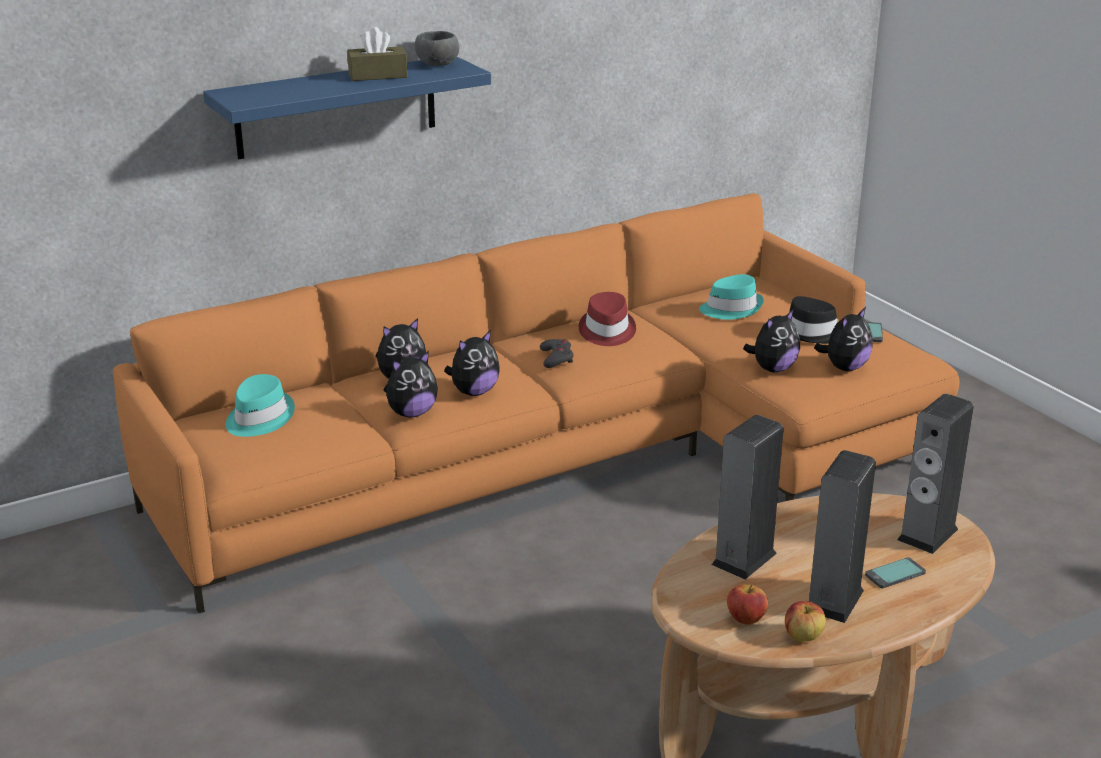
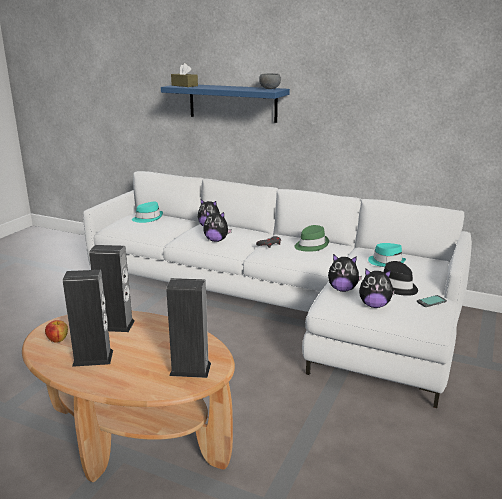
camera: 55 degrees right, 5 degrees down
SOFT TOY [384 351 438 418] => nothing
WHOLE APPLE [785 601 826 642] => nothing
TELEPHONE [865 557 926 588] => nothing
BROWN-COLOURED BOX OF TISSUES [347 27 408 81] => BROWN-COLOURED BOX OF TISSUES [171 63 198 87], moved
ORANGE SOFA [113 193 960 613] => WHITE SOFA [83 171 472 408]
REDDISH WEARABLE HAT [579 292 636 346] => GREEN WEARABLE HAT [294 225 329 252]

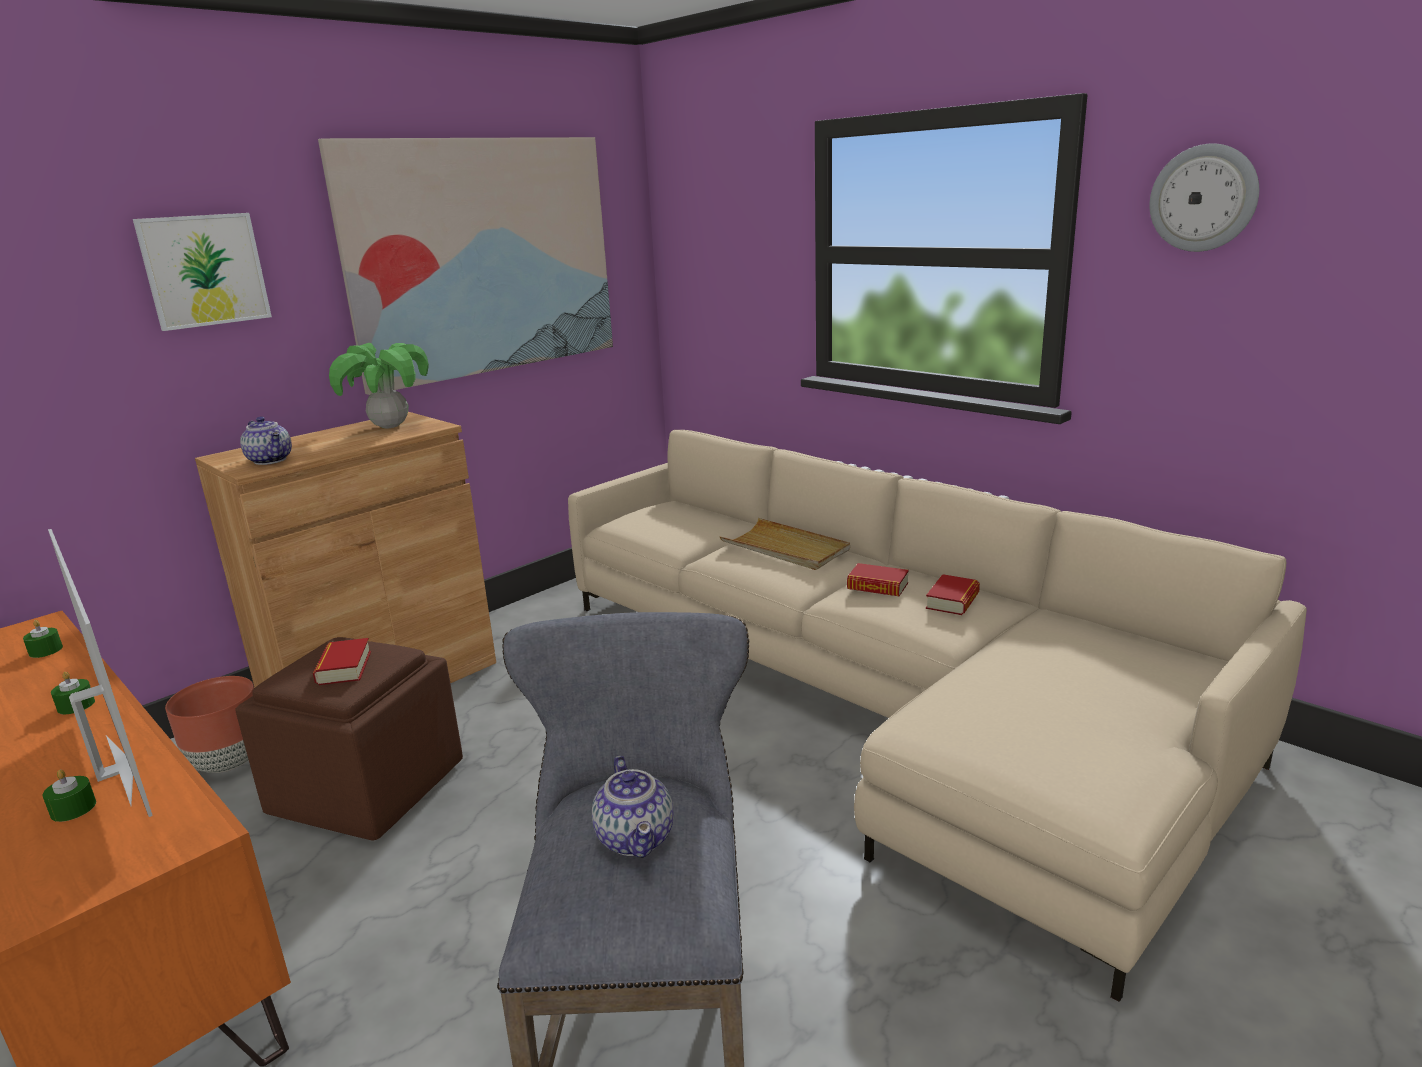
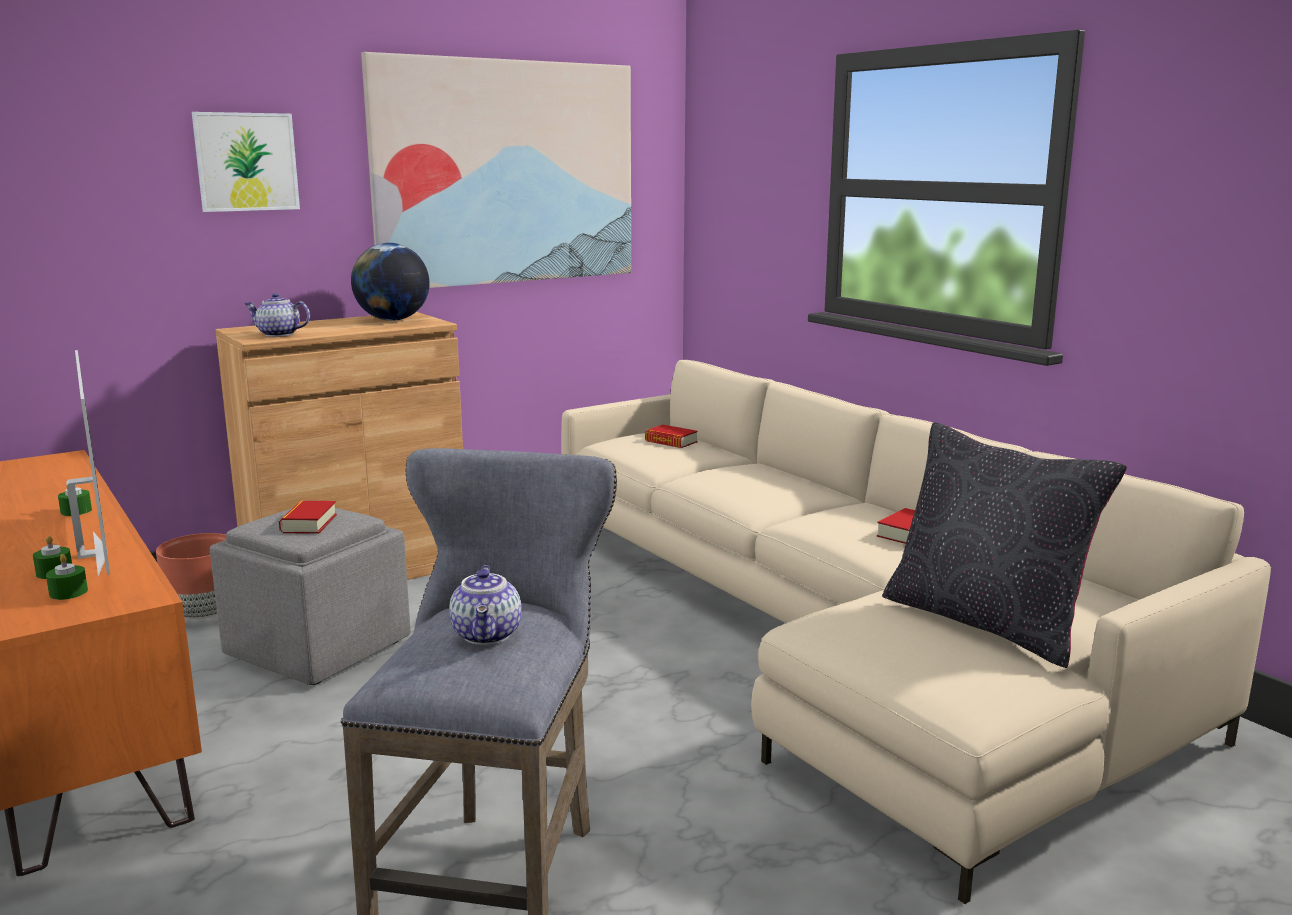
camera: 10 degrees right, 5 degrees down
BEIGE-COLOURED SERVING TRAY [720 518 850 570] => nothing
WALL CLOCK [1149 144 1259 252] => nothing
nothing => BLACK-COLOURED THROW PILLOW [882 422 1127 668]
GREEN WAX CANDLE [23 620 63 658] => GREEN WAX CANDLE [46 554 88 600], moved
VOLUME [847 563 909 596] => VOLUME [645 425 698 448], moved
HOUSEPLANT [329 343 429 428] => DESK GLOBE [351 243 429 321]
BROWN-COLOURED FOOTREST [236 637 463 841] => GREYISH FOOTREST [210 508 411 685]
POT FOR TEA [240 417 292 465] => POT FOR TEA [244 293 310 337], 135 degrees clockwise

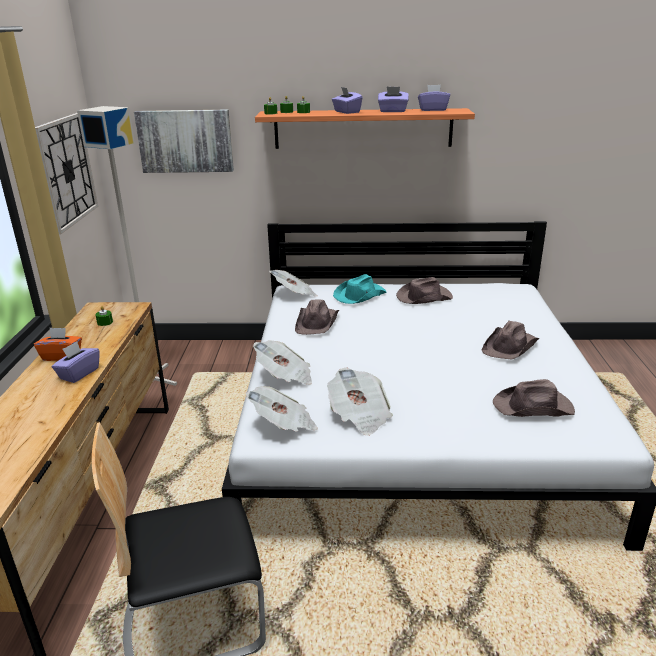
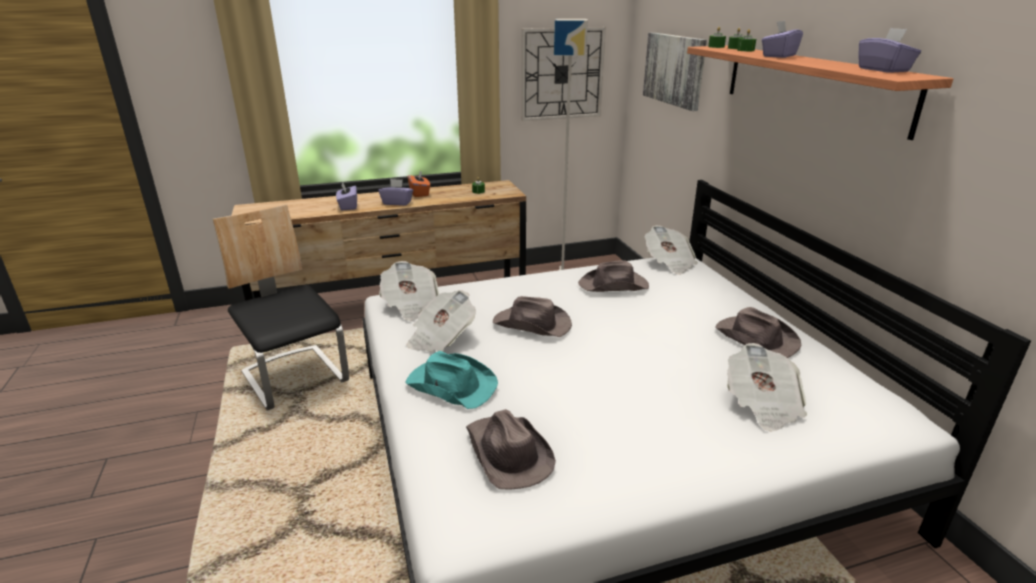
camera: 70 degrees right, 0 degrees up
DAILY PAPER [253 340 312 385] => DAILY PAPER [727 343 807 432], moved
TURQUOISE-COLOURED WEARABLE HAT [333 274 387 304] => TURQUOISE-COLOURED WEARABLE HAT [405 351 498 409], moved
PURPLE-COLOURED BOX OF TISSUES [378 87 409 112] => PURPLE-COLOURED BOX OF TISSUES [336 181 357 210], moved
BROWN-COLOURED WEARABLE HAT [482 321 539 360] => BROWN-COLOURED WEARABLE HAT [493 296 572 337], moved

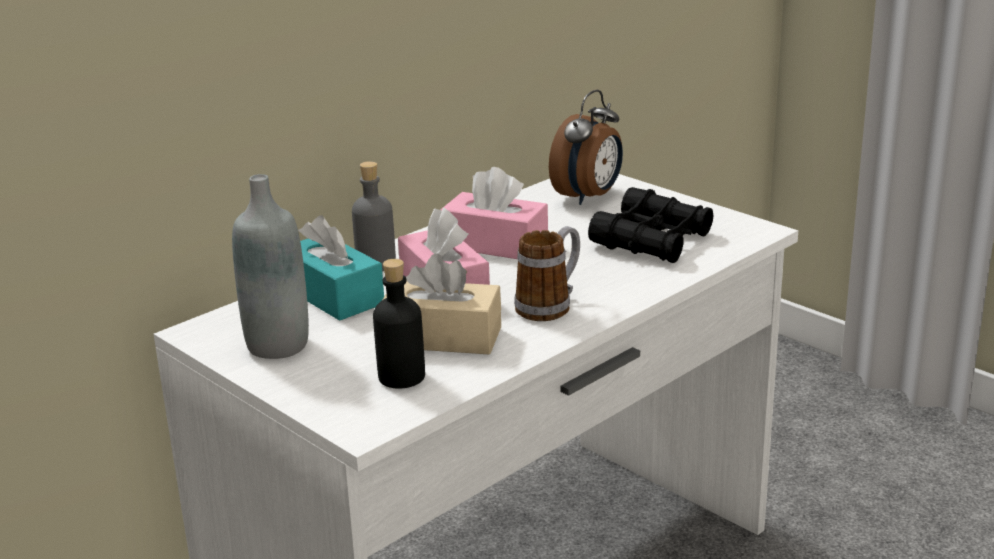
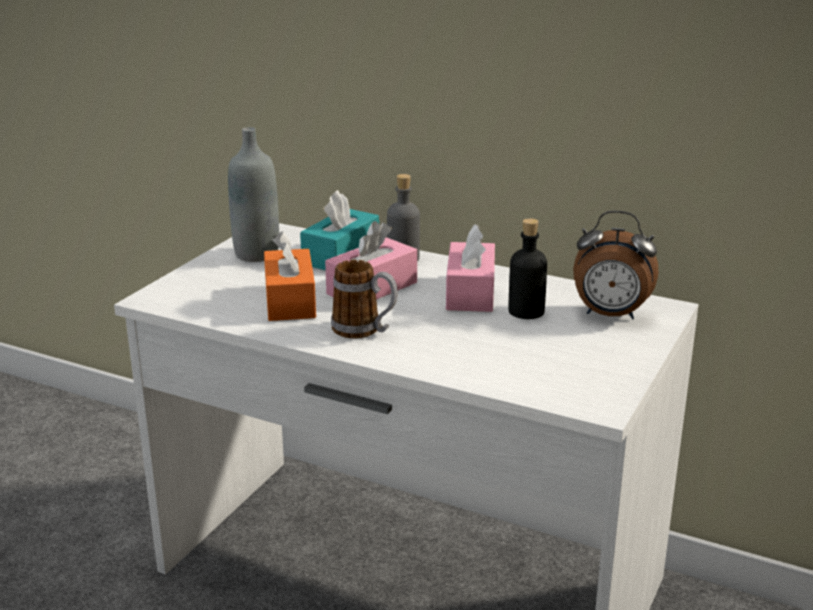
camera: 70 degrees right, 0 degrees up
BLACK-COLOURED FIELD GLASSES [588 187 713 263] => nothing
BLACK-COLOURED DRINK BOTTLE [373 259 425 389] => BLACK-COLOURED DRINK BOTTLE [509 218 547 319], moved
BEIGE-COLOURED BOX OF TISSUES [383 254 501 354] => ORANGE BOX OF TISSUES [264 231 316 321]

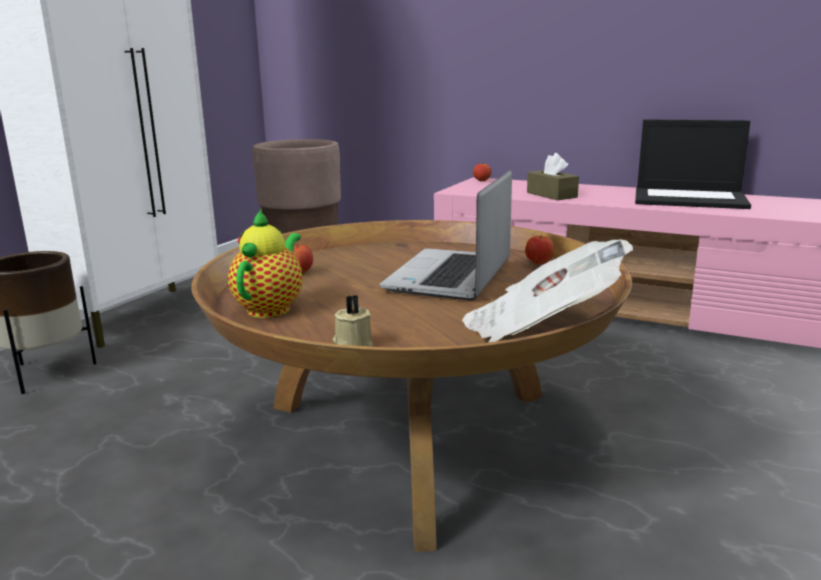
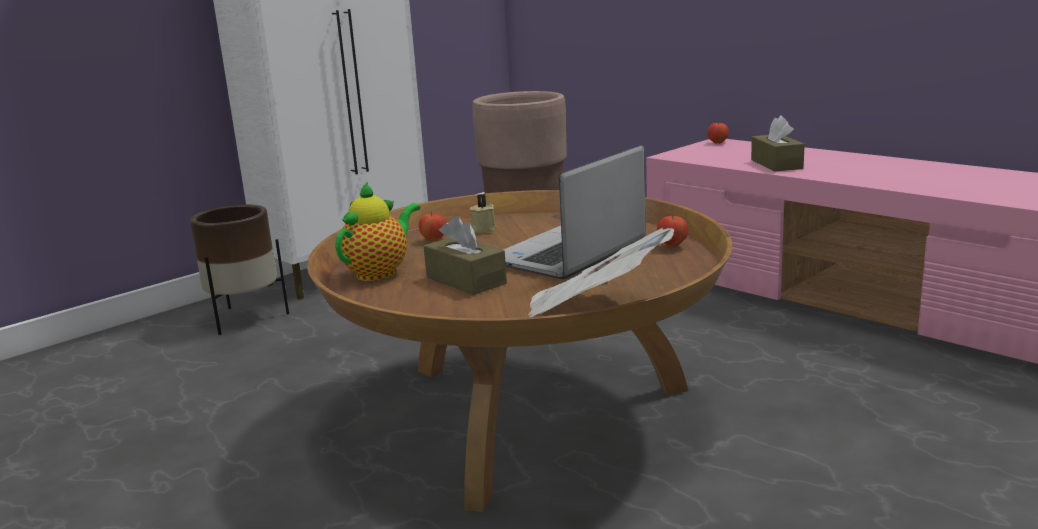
camera: 20 degrees right, 0 degrees up
PORTABLE COMPUTER [635 119 751 209] => nothing
nothing => BROWN-COLOURED BOX OF TISSUES [424 216 507 295]
BEIGE-COLOURED WAX CANDLE [333 295 373 347] => BEIGE-COLOURED WAX CANDLE [470 194 497 233], moved

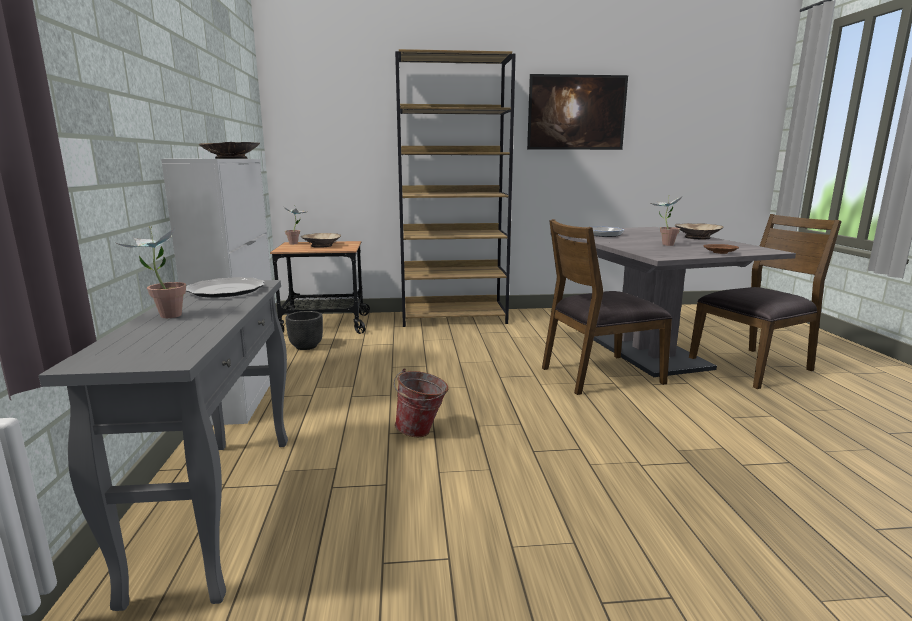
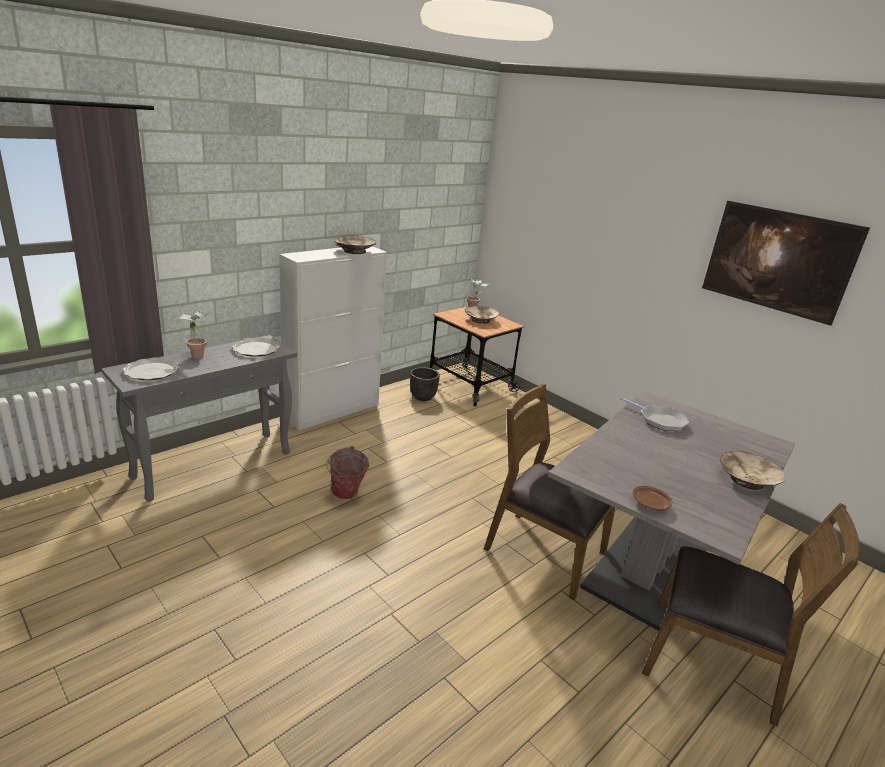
camera: 50 degrees right, 10 degrees up
BROWN-COLOURED SHELVING UNIT [395 49 516 327] => nothing
HOUSEPLANT [651 196 682 246] => nothing
nothing => FLAT DISH [123 358 180 380]

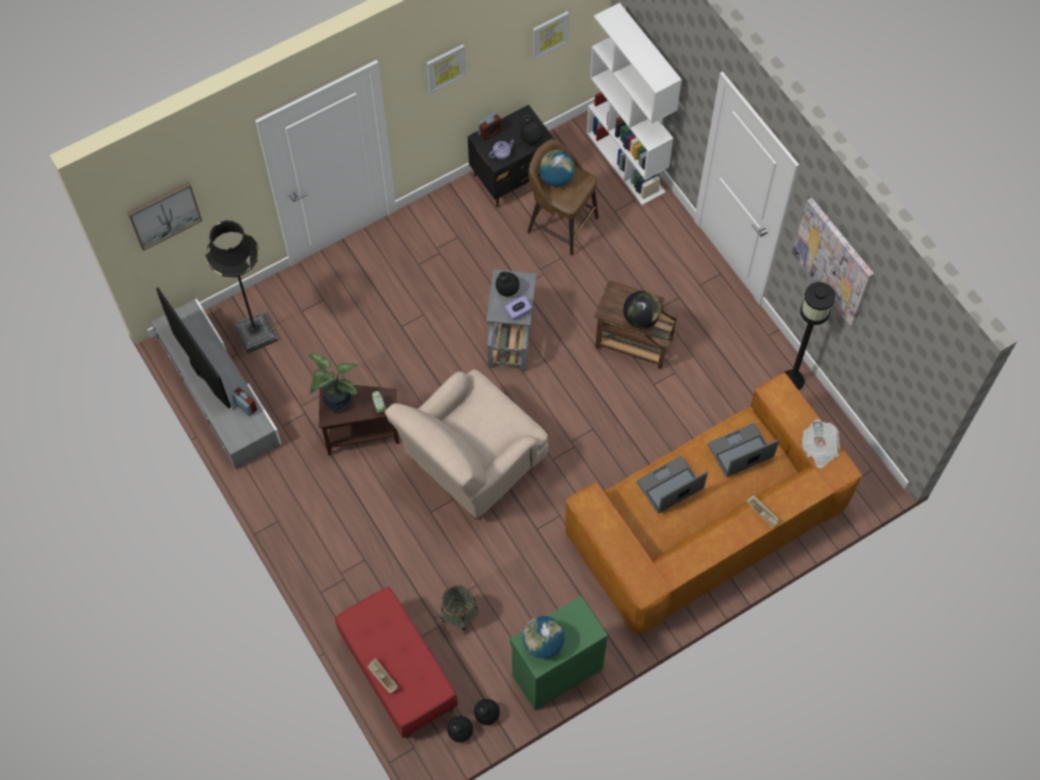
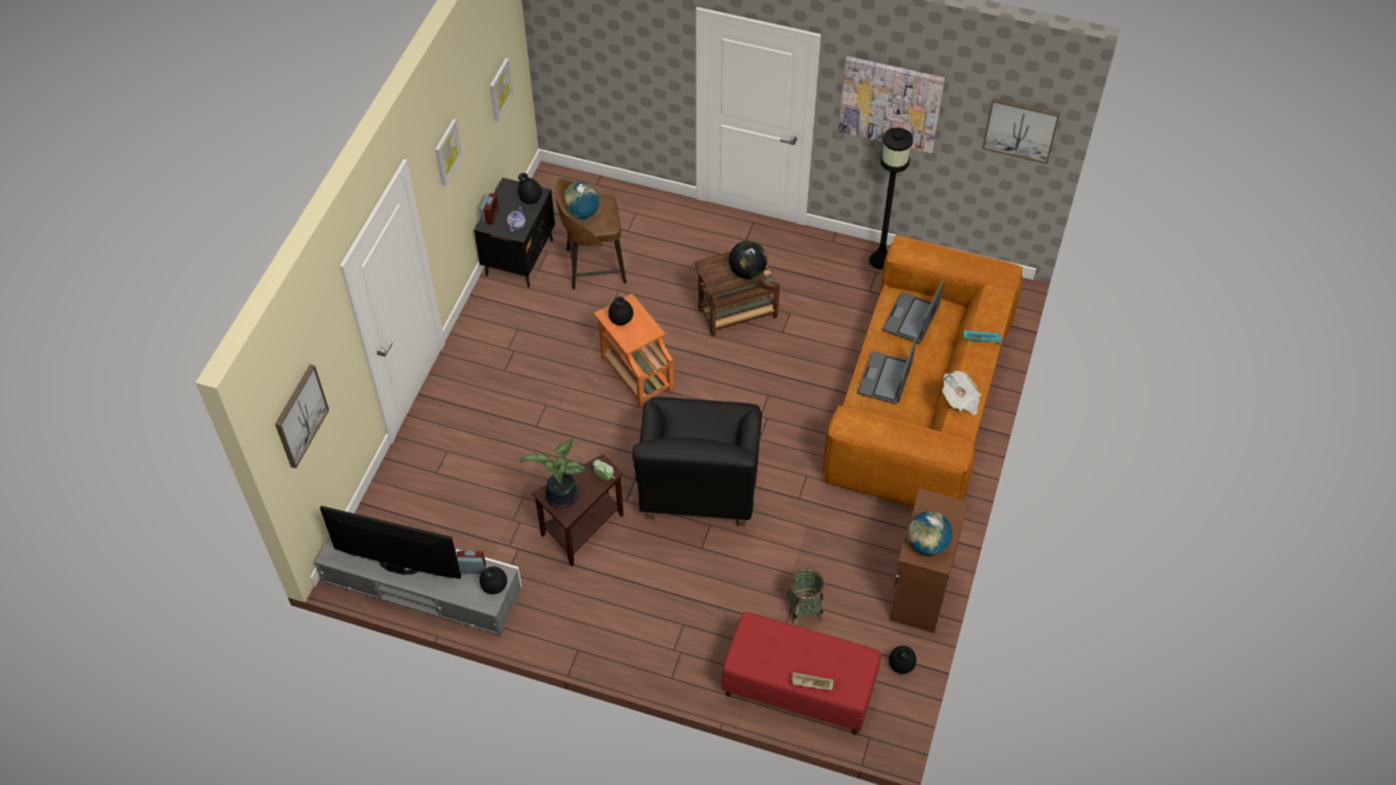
camera: 40 degrees left, 10 degrees down
BLACK-COLOURED STANDARD LAMP [205 220 279 354] => nothing
PURPLE-COLOURED BOX OF TISSUES [505 296 532 320] => nothing
WHITE SHELVING UNIT [587 3 682 205] => nothing
nothing => PICTURE [982 98 1060 164]
BLACK-COLOURED DECORATIVE VASE [447 716 473 742] => BLACK-COLOURED DECORATIVE VASE [480 566 507 594], moved
DAILY PAPER [802 419 840 468] => DAILY PAPER [942 371 981 415], moved
BEIGE-COLOURED EASY CHAIR [385 370 548 520] => BLACK-COLOURED EASY CHAIR [632 397 762 526]
GREYISH END TABLE [486 269 537 371] => ORANGE END TABLE [594 294 673 408]
GREEN CUPBOARD [510 596 608 711] => BROWN-COLOURED CUPBOARD [890 488 969 633]
BEIGE-COLOURED SERVING TRAY [746 495 779 528] => TURQUOISE-COLOURED SERVING TRAY [963 330 1002 343]

